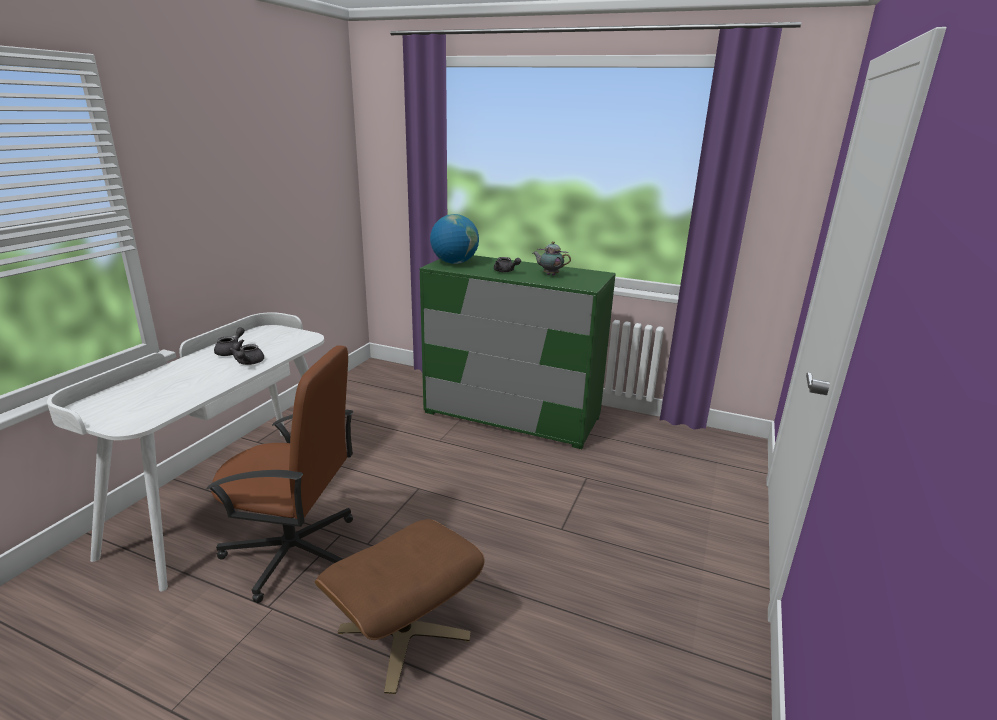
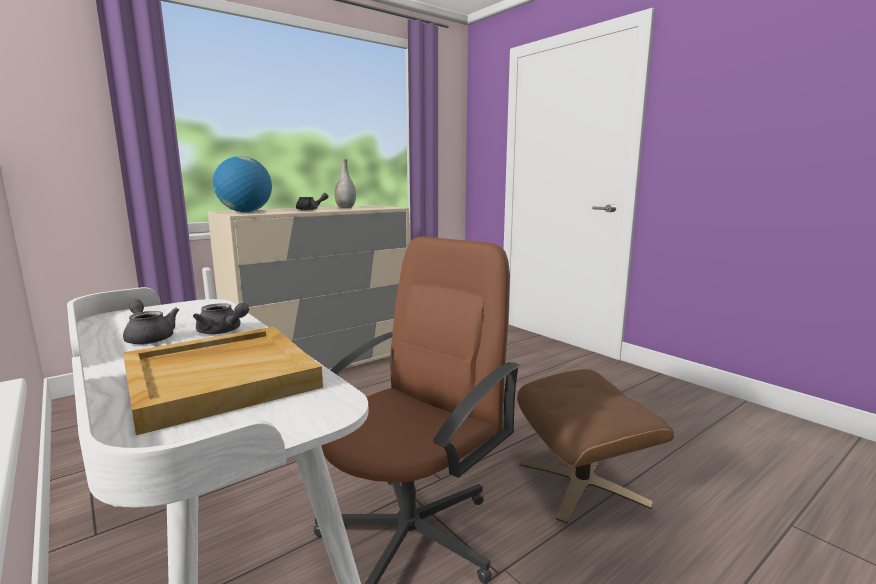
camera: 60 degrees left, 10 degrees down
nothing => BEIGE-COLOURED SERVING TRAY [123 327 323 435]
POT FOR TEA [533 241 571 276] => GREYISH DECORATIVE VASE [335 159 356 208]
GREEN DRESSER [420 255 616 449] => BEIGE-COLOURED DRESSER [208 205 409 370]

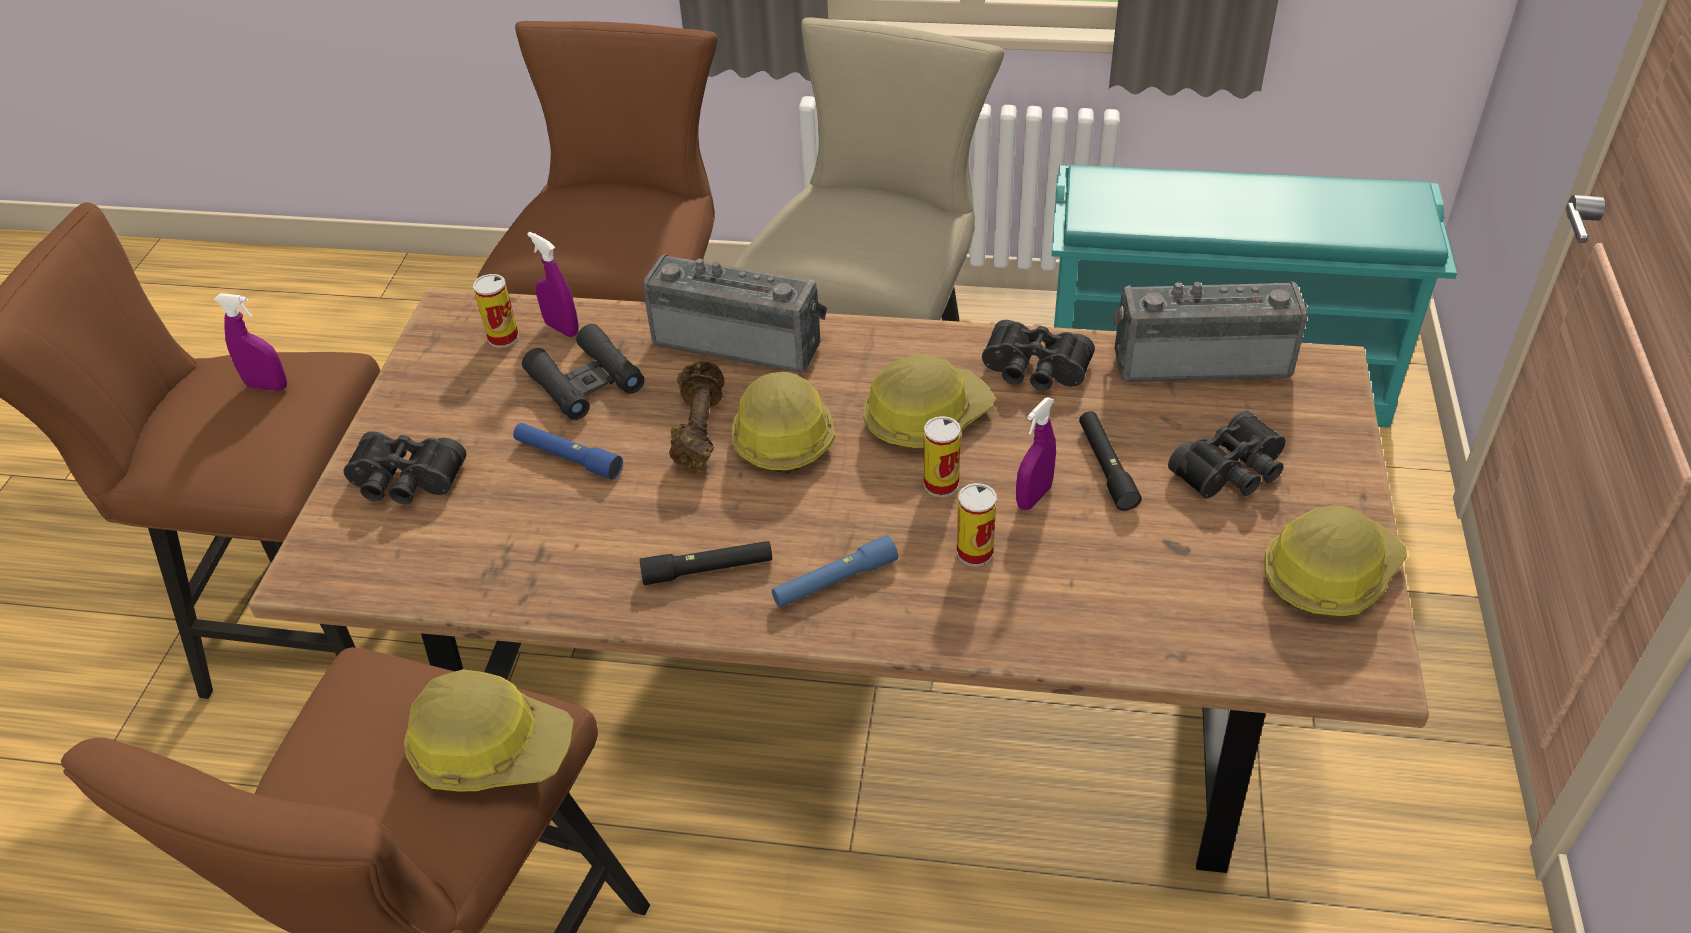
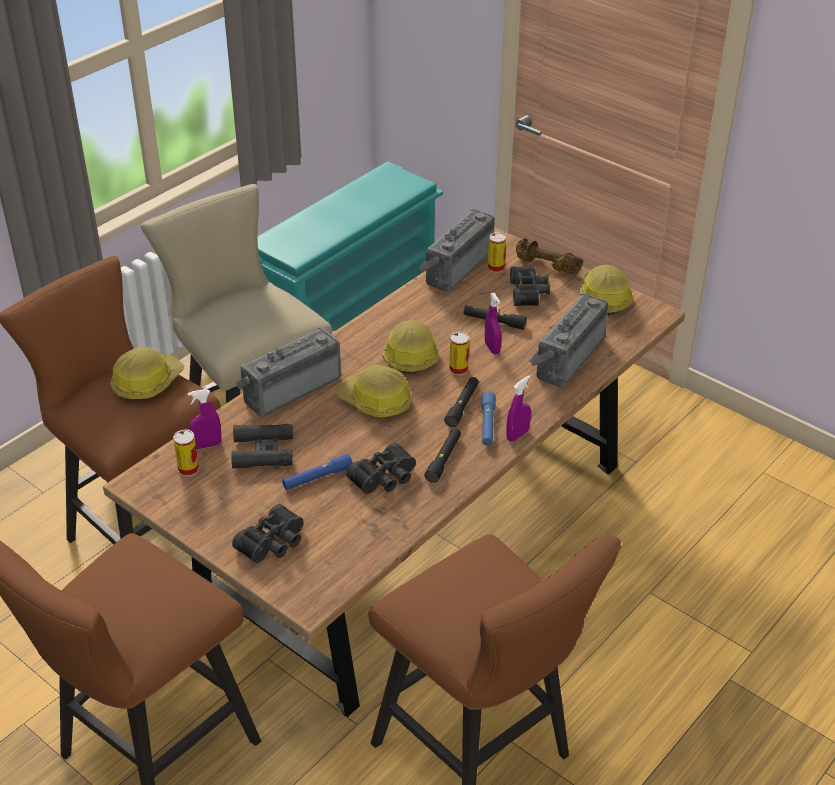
camera: 60 degrees left, 5 degrees down
nothing => BLACK-COLOURED FLASHLIGHT [444 377 479 427]
nothing => RADIO SET [529 293 608 387]
PURPLE-COLOURED SPRAYER [214 293 287 391] => PURPLE-COLOURED SPRAYER [506 376 531 442], moved
WORK HELMET [404 669 574 791] => WORK HELMET [110 347 184 401], moved
BROWN-COLOURED FREE WEIGHT [669 361 725 474] => BROWN-COLOURED FREE WEIGHT [516 238 583 274], moved
METAL CAN [957 483 997 567] => METAL CAN [488 232 506 273], moved
BLACK-COLOURED FIELD GLASSES [982 320 1095 390] => BLACK-COLOURED FIELD GLASSES [346 443 416 494], moved

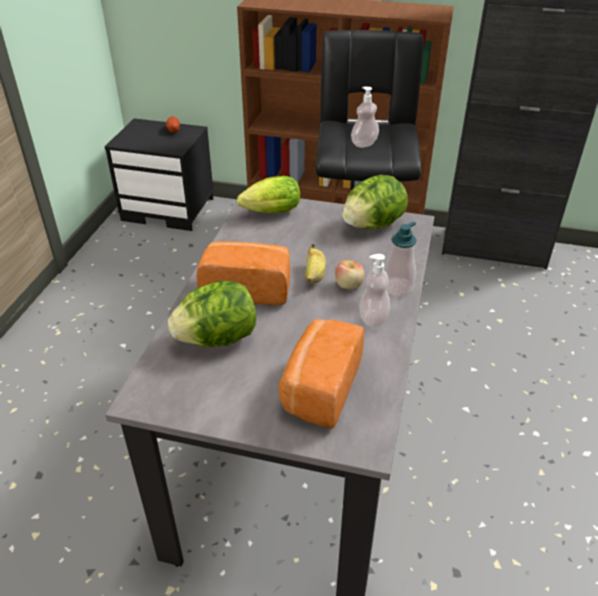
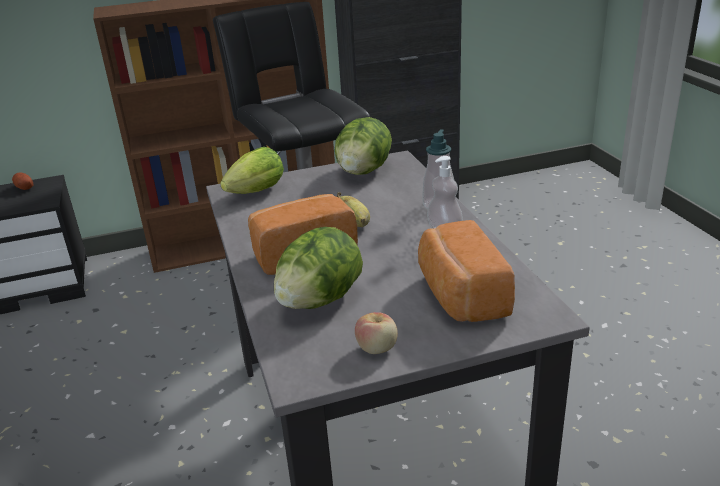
camera: 30 degrees left, 10 degrees down
LIQUID SOAP BOTTLE [351 87 379 148] => nothing
WHOLE APPLE [335 260 365 289] => WHOLE APPLE [355 312 398 354], moved

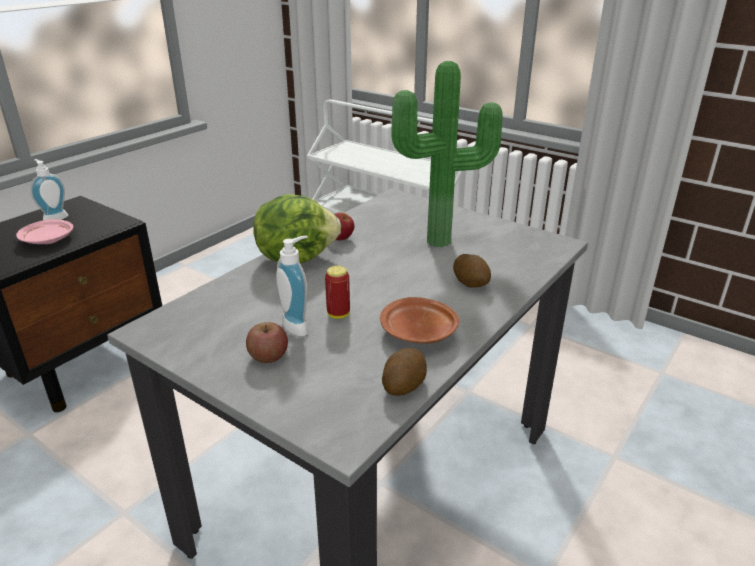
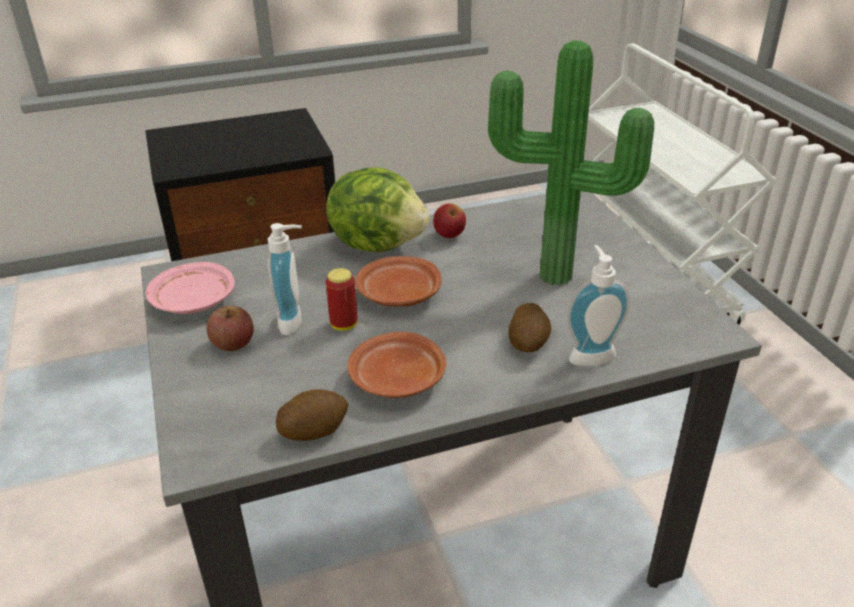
camera: 35 degrees right, 5 degrees up
nothing => BROWN-COLOURED FLAT DISH [355 256 442 307]
PINKISH FLAT DISH [16 219 73 244] => PINKISH FLAT DISH [146 262 235 314], moved
LIQUID SOAP BOTTLE [30 159 68 220] => LIQUID SOAP BOTTLE [567 245 630 366], moved

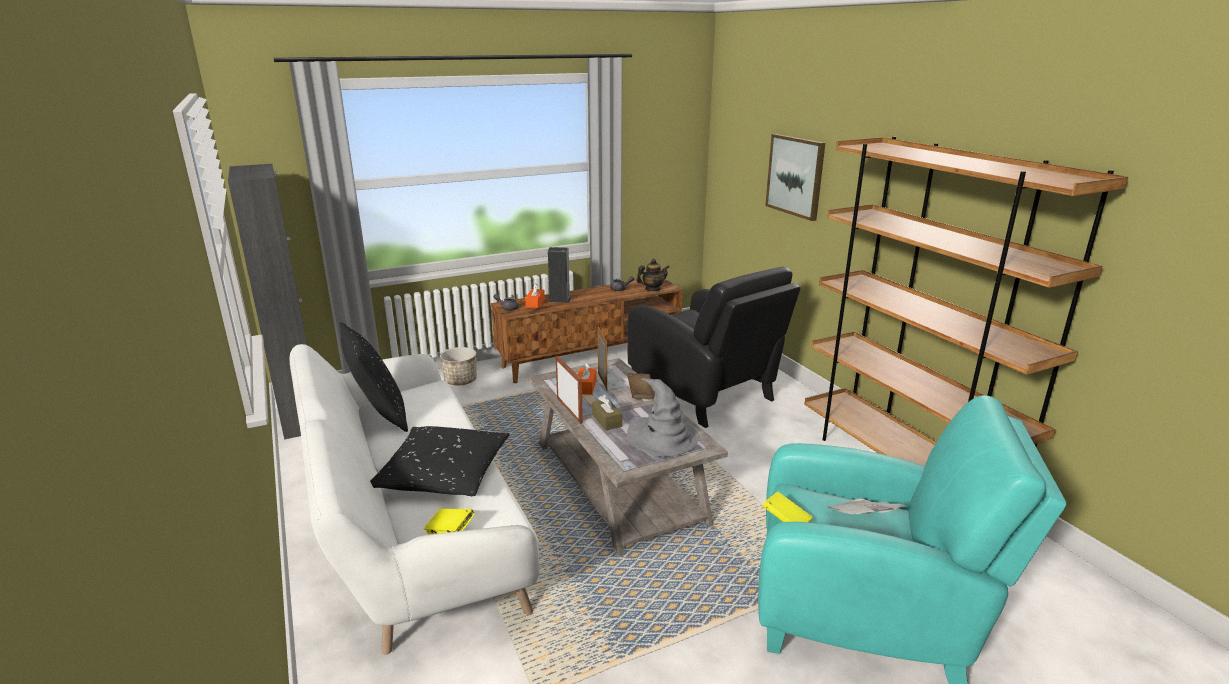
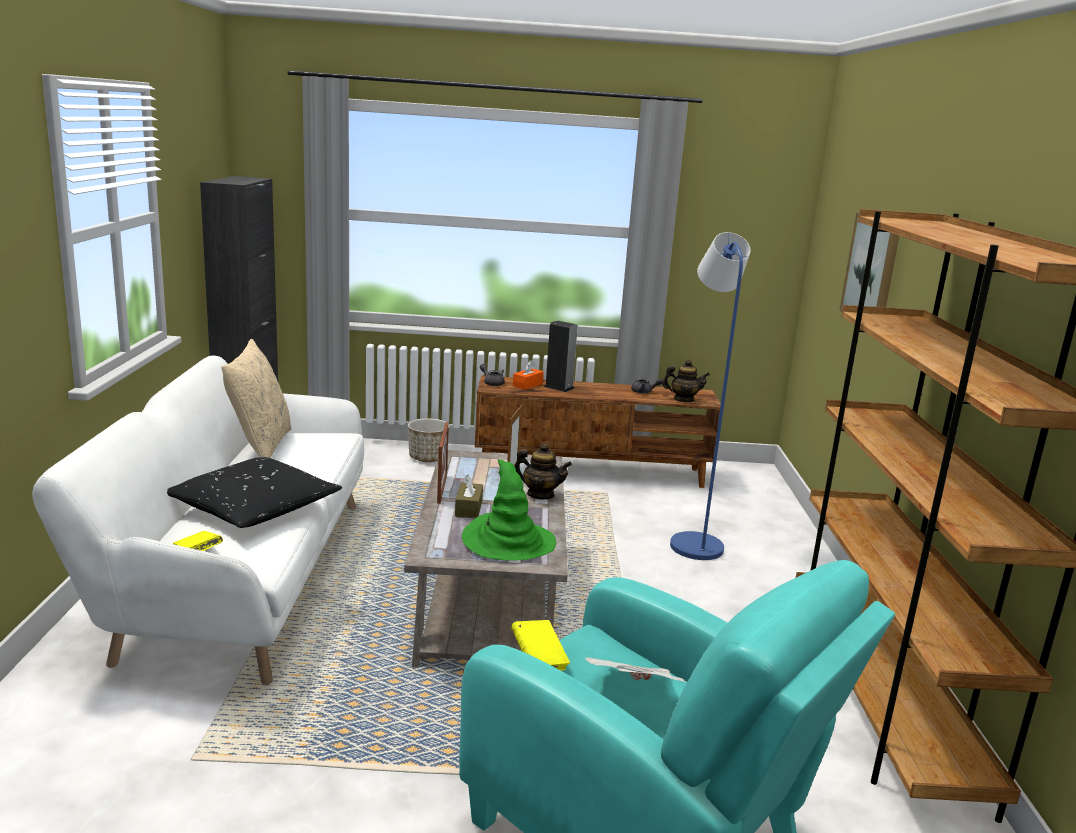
camera: 25 degrees right, 5 degrees down
ORANGE BOX OF TISSUES [578 363 596 395] => nothing
BROWN-COLOURED VOLUME [627 373 655 399] => POT FOR TEA [515 443 572 499]
BLACK-COLOURED EASY CHAIR [628 267 801 428] => BLUE STANDARD LAMP [670 232 751 560]
BLACK-COLOURED THROW PILLOW [339 322 408 432] => BEIGE-COLOURED THROW PILLOW [221 339 291 458]
GREYISH WEARABLE HAT [627 378 699 457] => GREEN WEARABLE HAT [462 459 556 561]

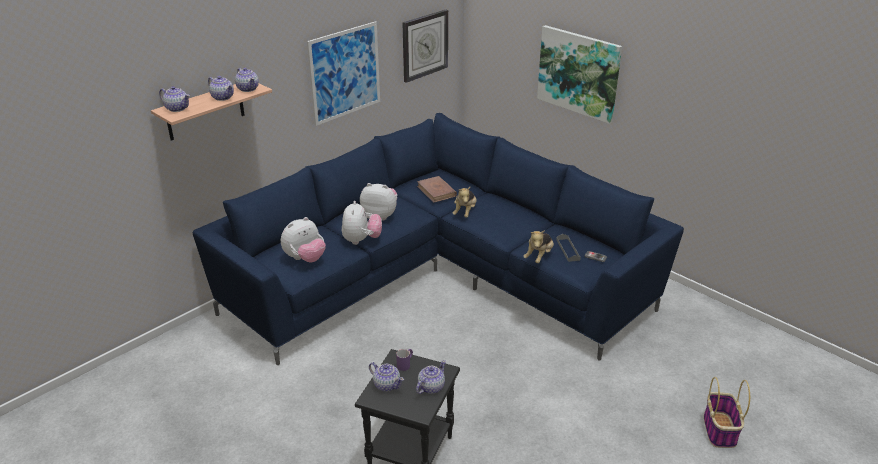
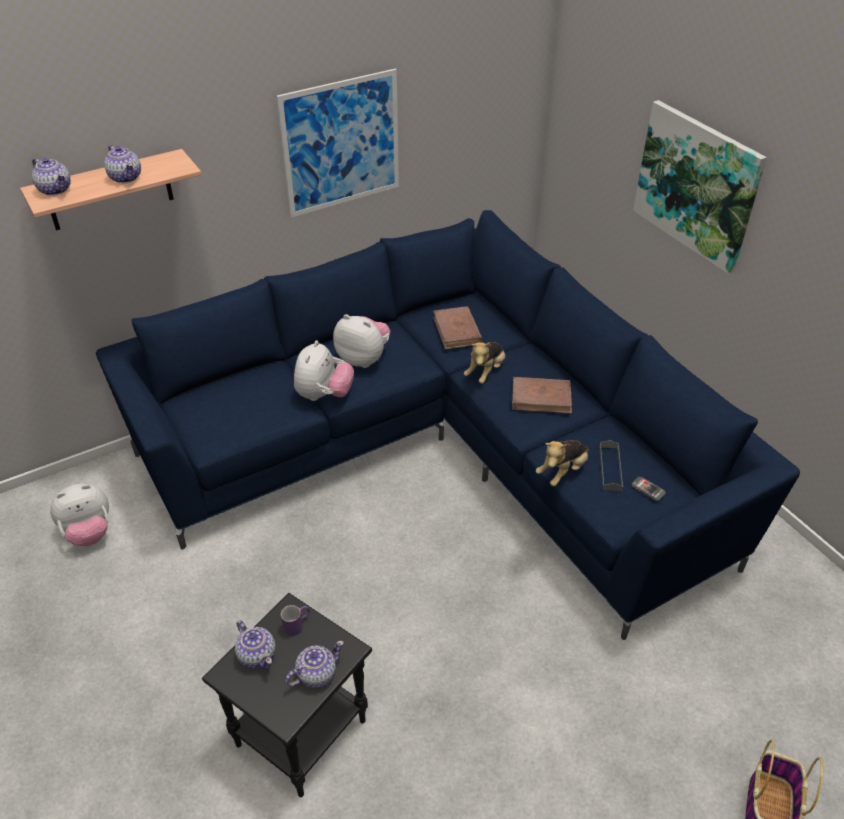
camera: 15 degrees right, 10 degrees up
POT FOR TEA [235 68 259 92] => nothing
WALL CLOCK [402 10 448 83] => nothing
nothing => BROWN-COLOURED VOLUME [512 377 572 414]
SOFT TOY [281 217 326 262] => SOFT TOY [50 484 109 546], moved

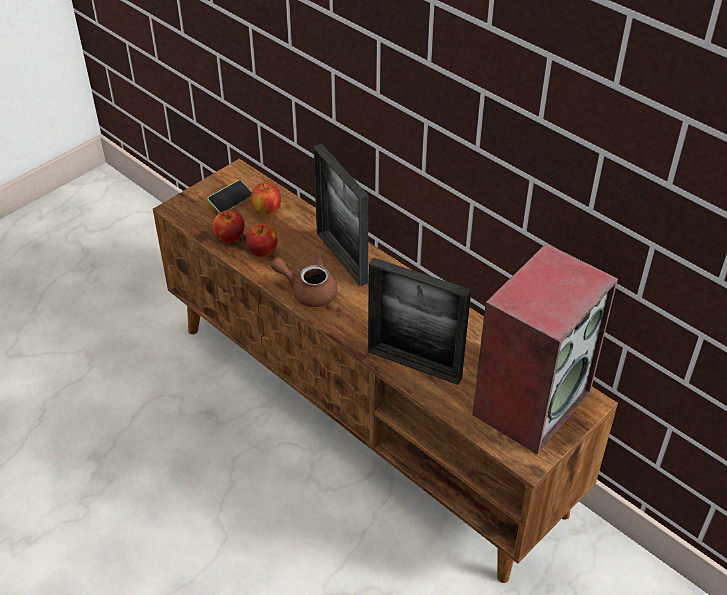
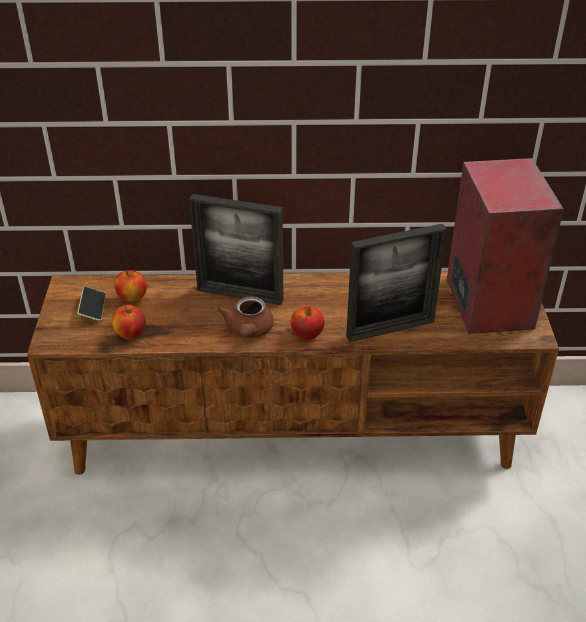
camera: 45 degrees left, 5 degrees down
WHOLE APPLE [246 224 278 257] => WHOLE APPLE [291 305 325 340], moved
BROWN-COLOURED POT FOR TEA [271 253 338 307] => BROWN-COLOURED POT FOR TEA [217 296 273 338], 60 degrees counterclockwise

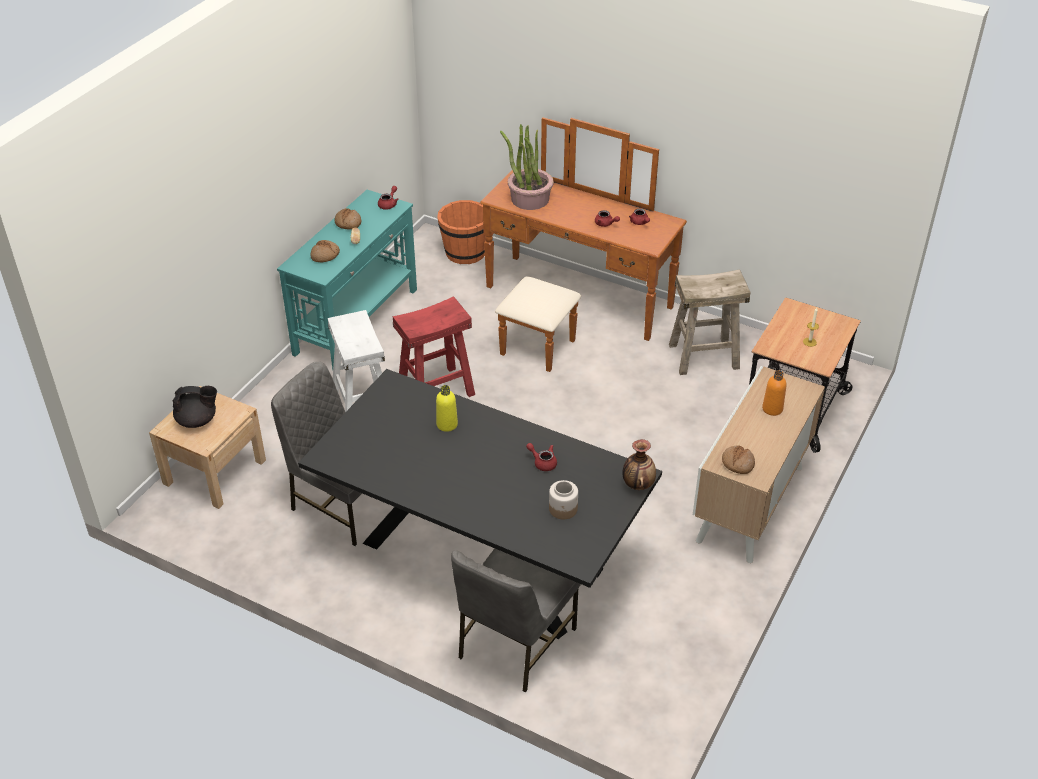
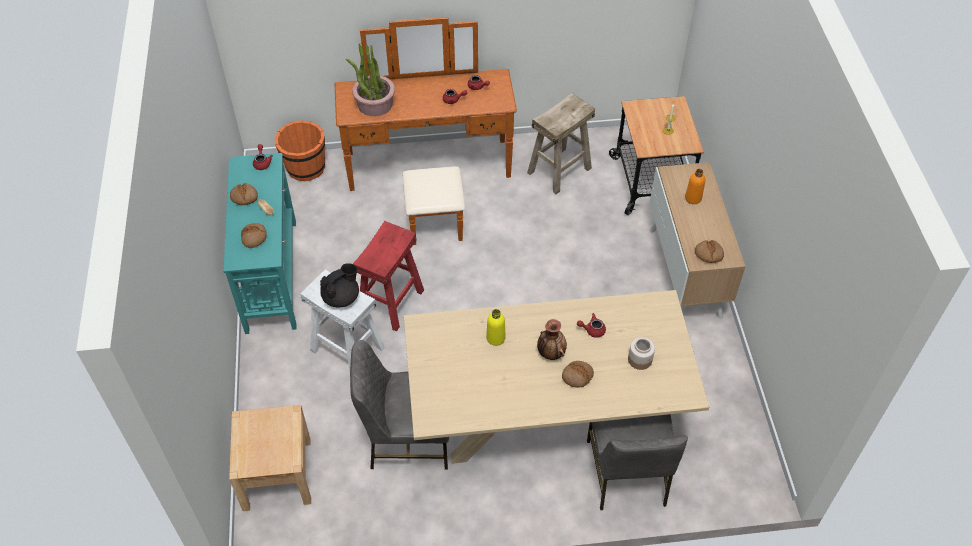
camera: 35 degrees left, 10 degrees up
nothing => BREAD [562 361 594 388]
BLACK-COLOURED POT FOR TEA [173 386 217 428] => BLACK-COLOURED POT FOR TEA [320 263 359 307], moved
DECORATIVE VASE [622 439 656 490] => DECORATIVE VASE [537 319 567 360], moved
BLACK-COLOURED KITCHEN TABLE [298 369 662 639] => BEIGE-COLOURED KITCHEN TABLE [404 290 709 464]

